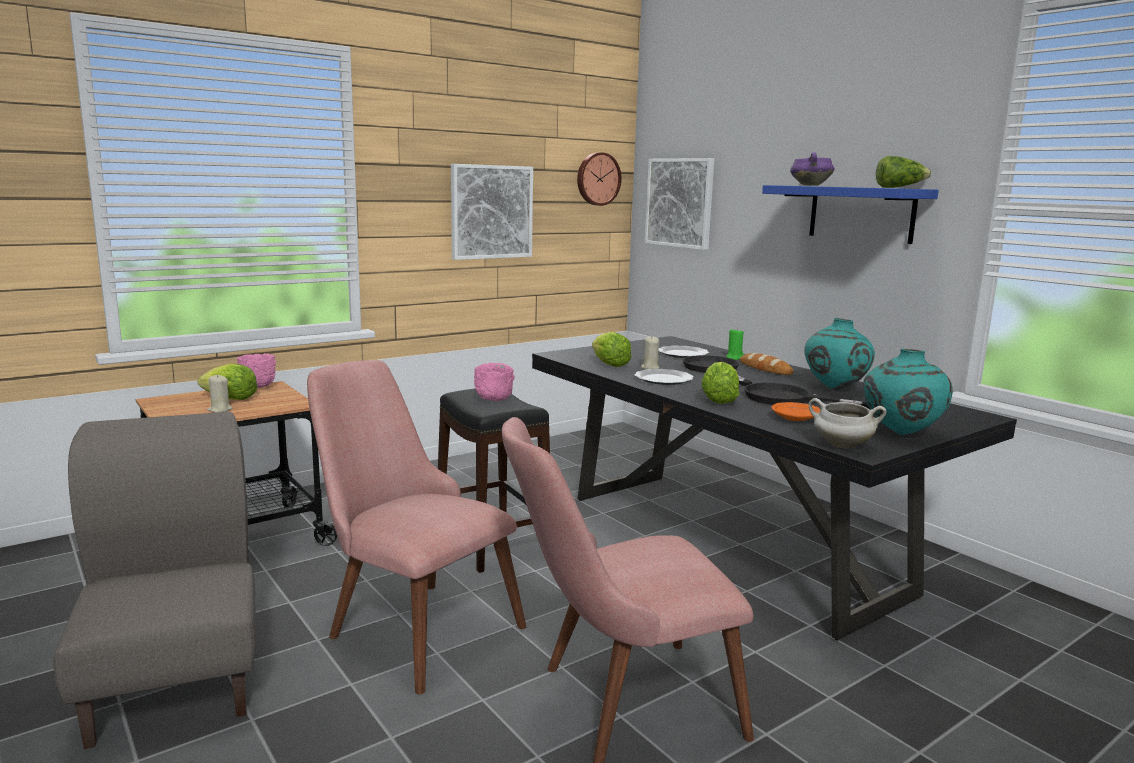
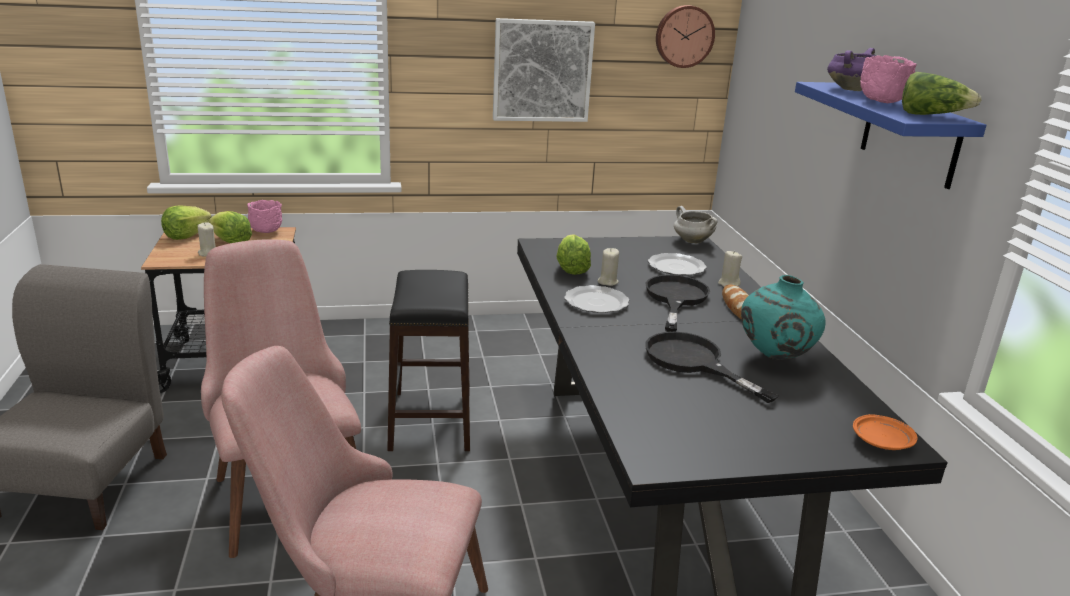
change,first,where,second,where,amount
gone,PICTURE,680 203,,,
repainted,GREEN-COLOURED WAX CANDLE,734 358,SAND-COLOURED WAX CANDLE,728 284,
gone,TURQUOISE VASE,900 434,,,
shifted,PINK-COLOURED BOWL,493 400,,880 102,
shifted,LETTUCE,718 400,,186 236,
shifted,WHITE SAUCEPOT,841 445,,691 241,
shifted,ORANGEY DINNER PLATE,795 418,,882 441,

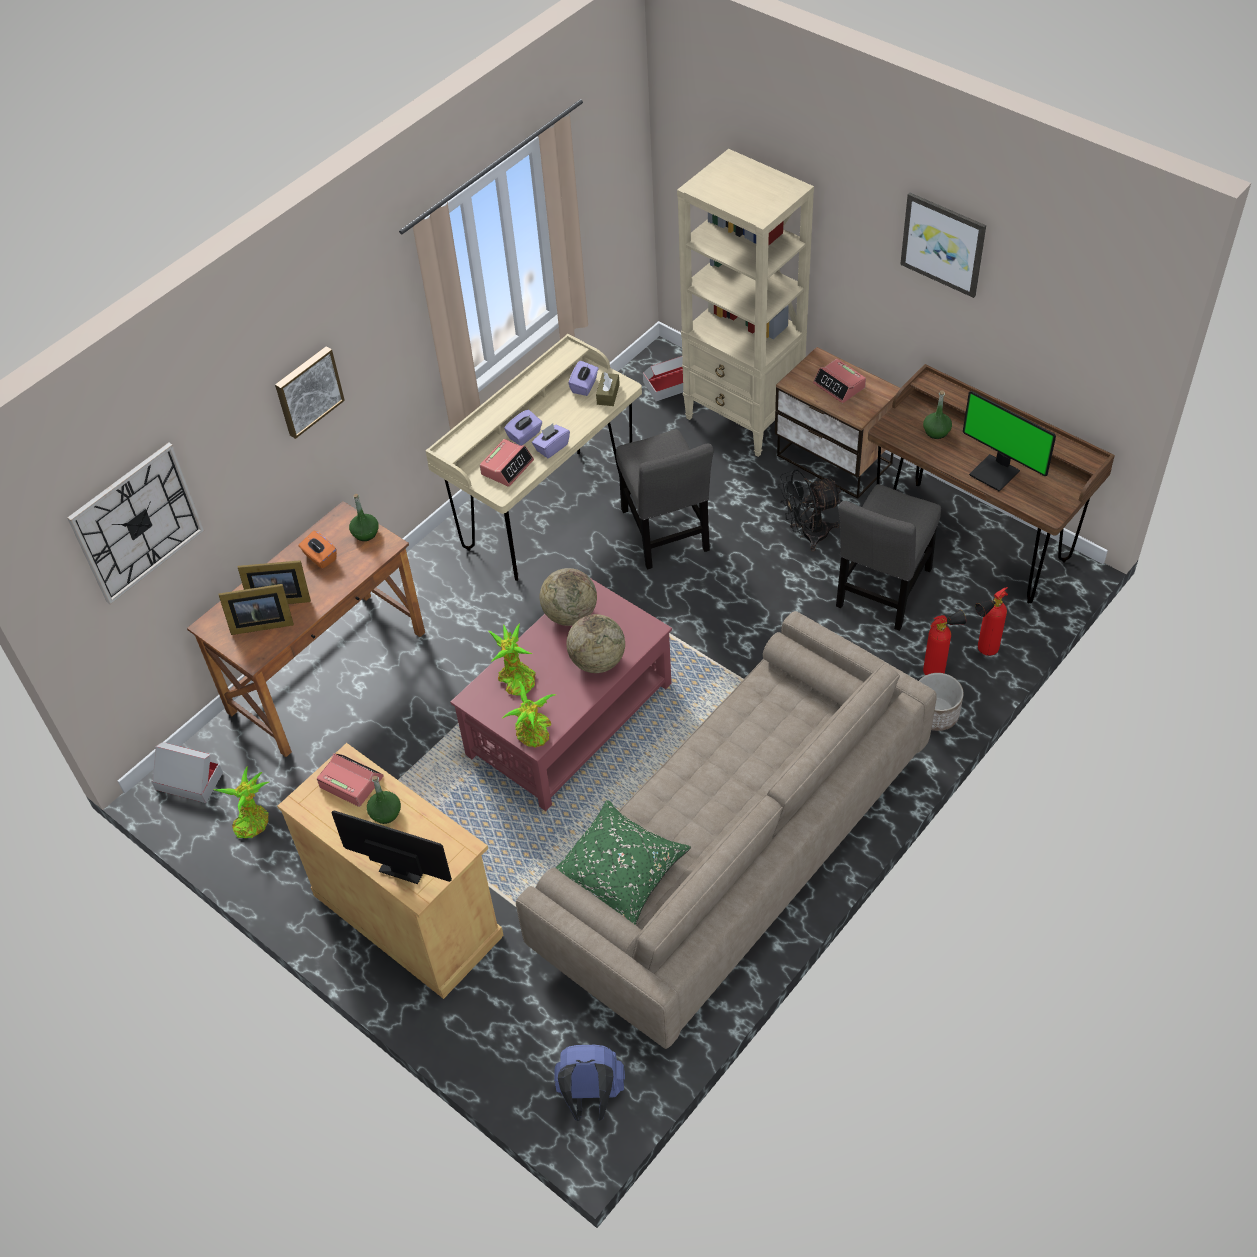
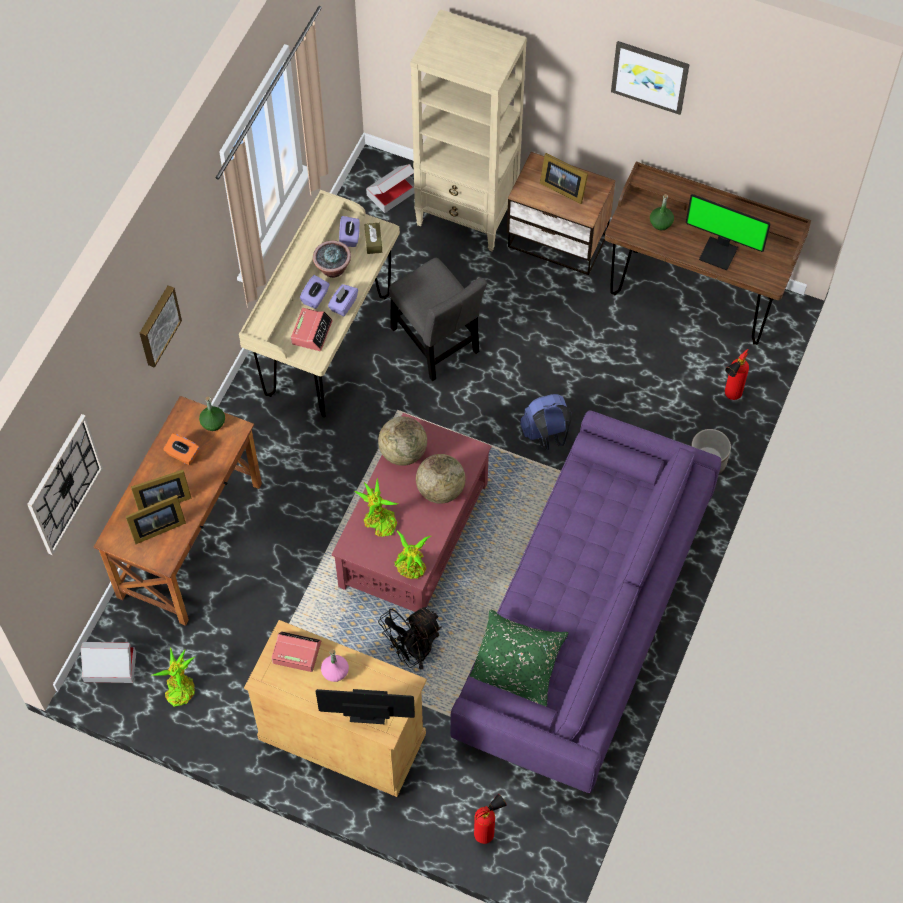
change,first,where,second,where,amount
swapped,TABLE CLOCK,839 386,PICTURE FRAME,562 188,
shifted,BLACK-COLOURED ELECTRIC FAN,807 535,,412 651,
gone,GRAY CHAIR,882 592,,,
shifted,EXTINGUISHER,938 671,,487 832,
repainted,SAND-COLOURED COUCH,732 853,PURPLE-COLOURED COUCH,583 619,
repainted,GREEN-COLOURED BEVERAGE BOTTLE,385 813,PINK-COLOURED BEVERAGE BOTTLE,335 672,
shifted,BLUE-COLOURED RUCKSACK,591 1096,,546 436,
new,,,HOUSEPLANT,332 269,

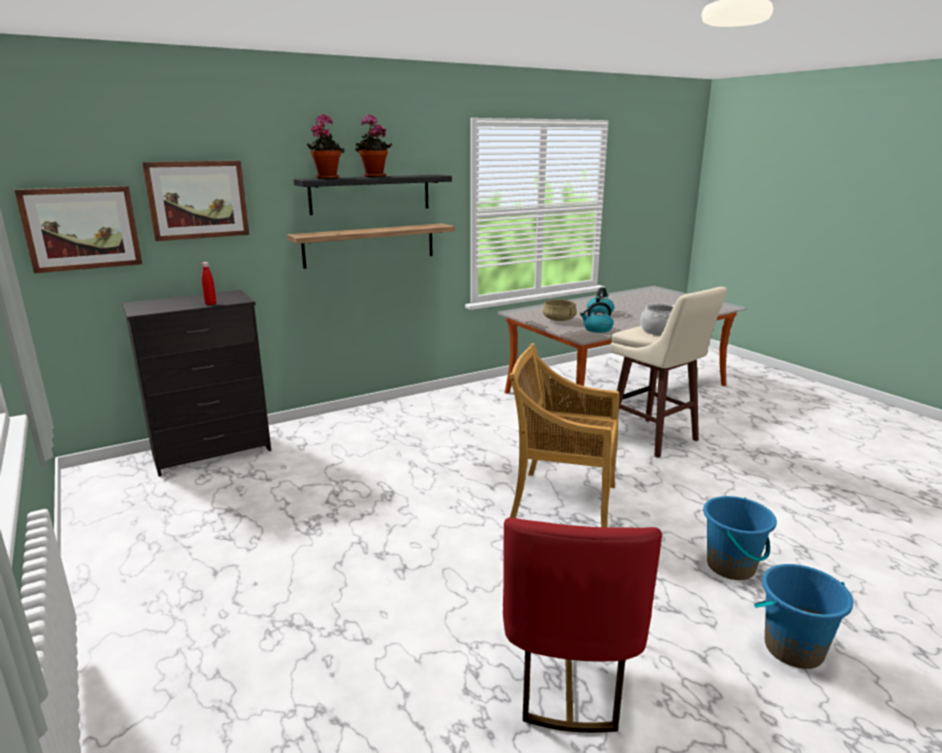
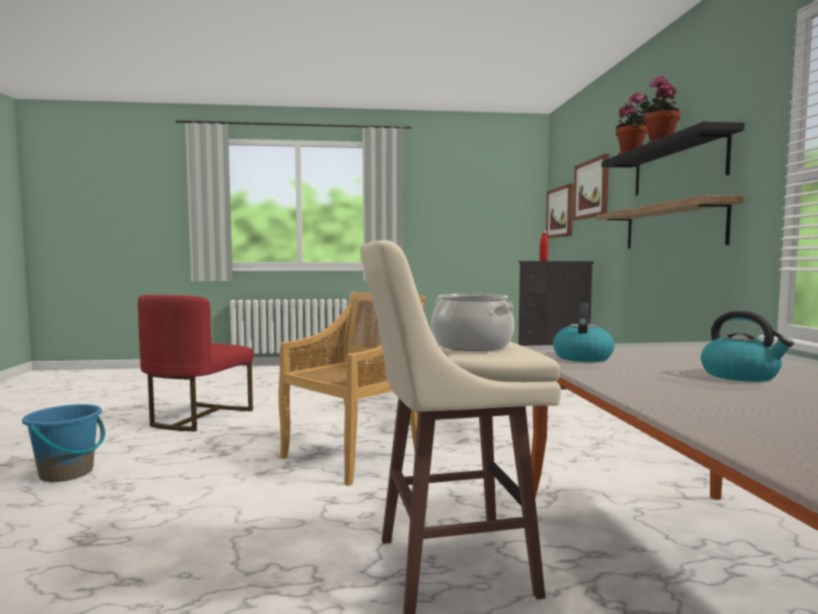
change,first,where,second,where,amount
gone,SAND-COLOURED SAUCEPOT,559 320,,,
gone,BLUE-COLOURED PAIL,731 566,,,
rotated,RED-COLOURED CHAIR,567 673,,198 417,105 degrees counterclockwise

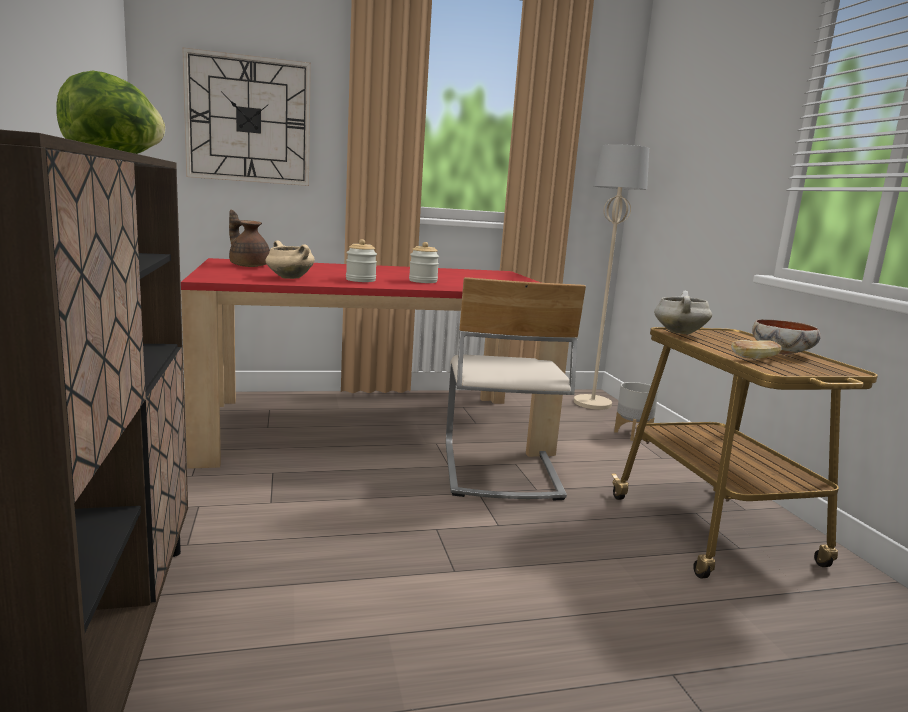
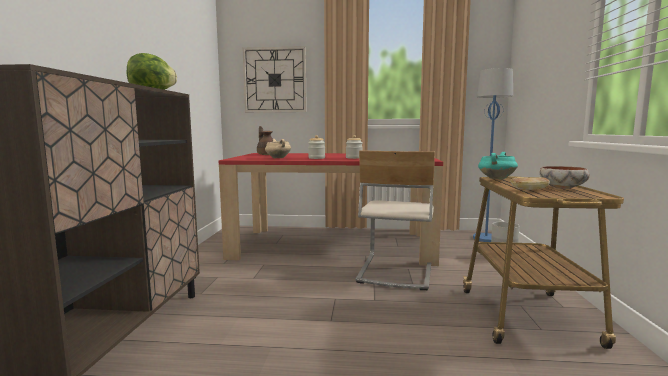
change,first,where,second,where,amount
repainted,SAND-COLOURED STANDARD LAMP,593 403,BLUE-COLOURED STANDARD LAMP,486 238,
repainted,WHITE SAUCEPOT,678 332,TURQUOISE SAUCEPOT,496 179,

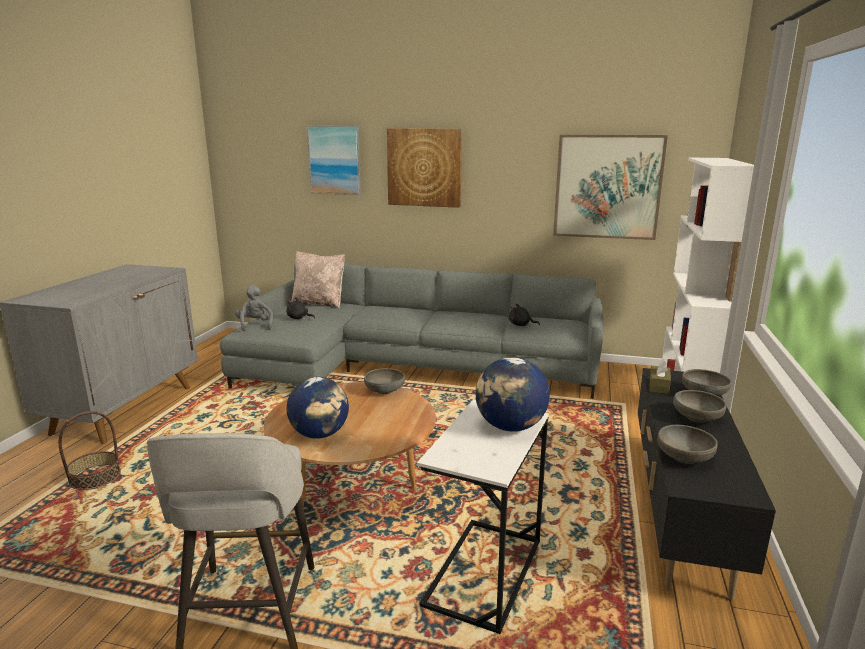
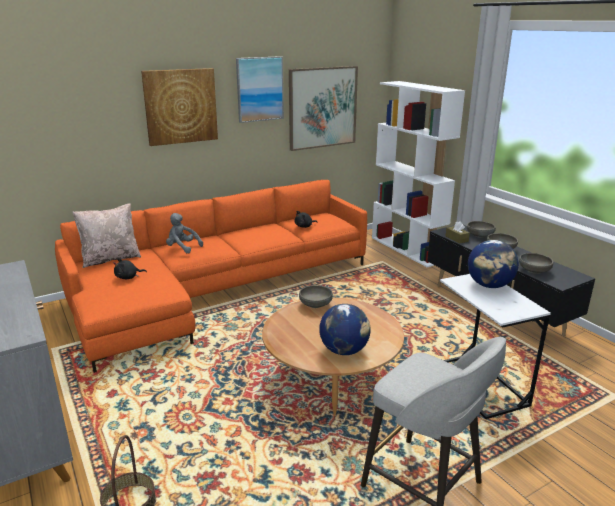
change,first,where,second,where,amount
shifted,PICTURE,335 160,,259 89,
repainted,GRAY COUCH,406 367,ORANGEY COUCH,214 290,
shifted,GRAY SOFT TOY,255 325,,182 248,

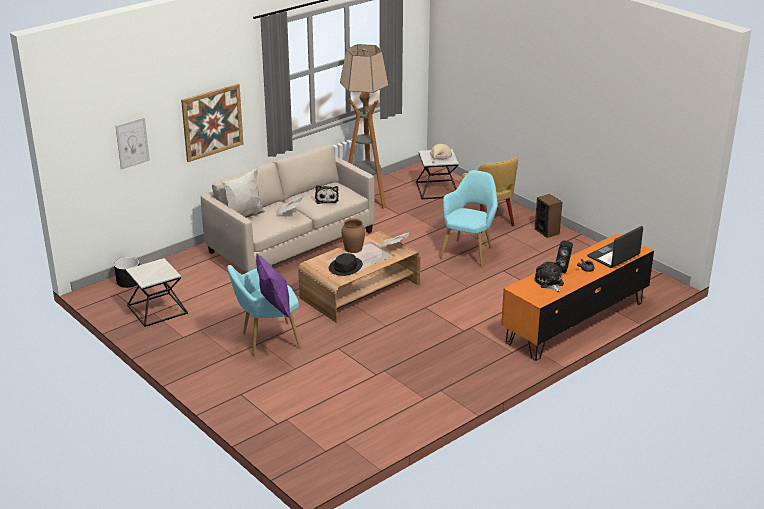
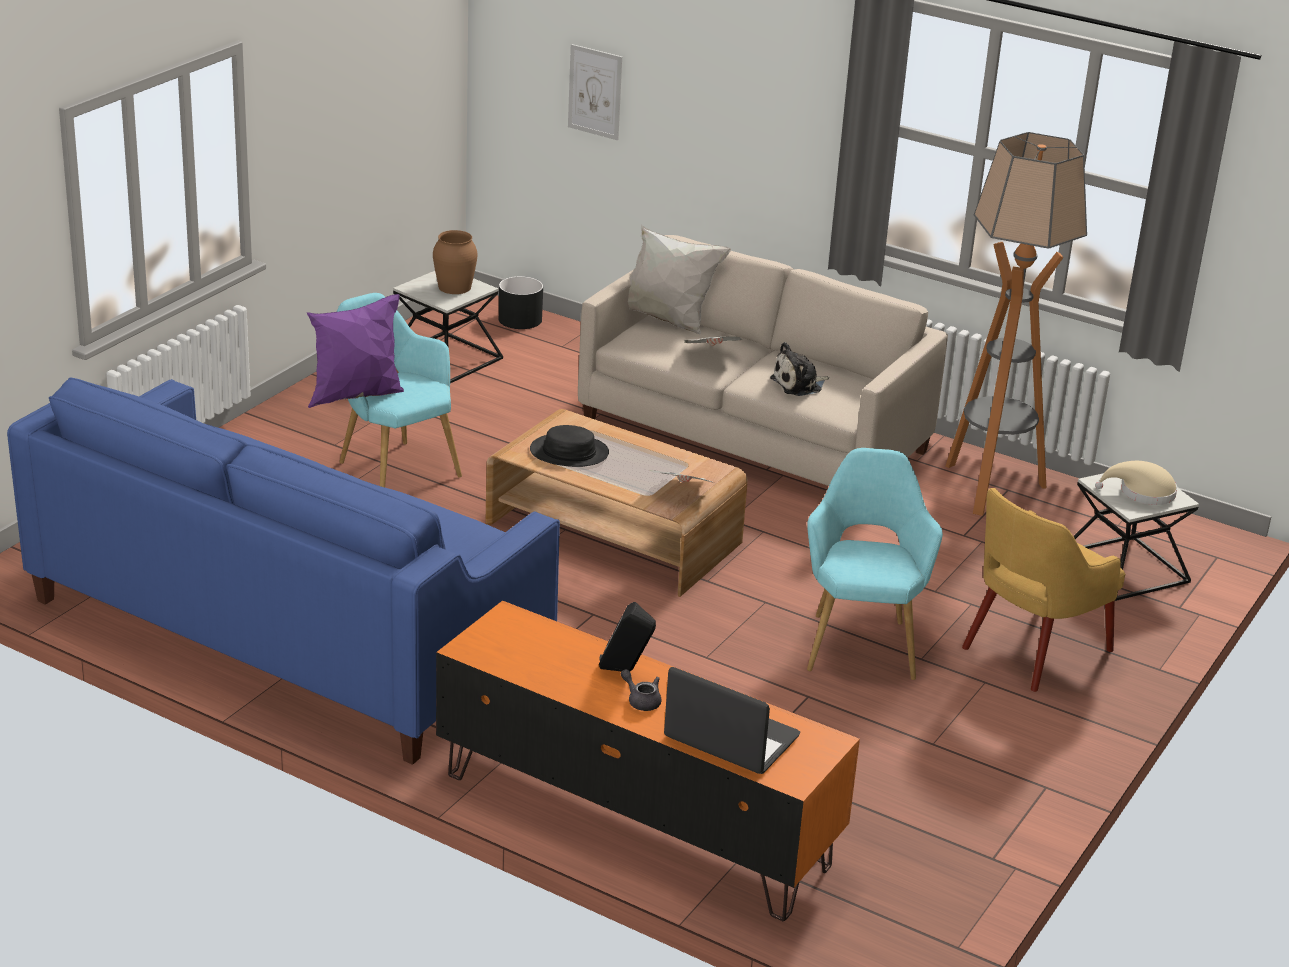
change,first,where,second,where,amount
gone,PICTURE,212 122,,,
rotated,TURQUOISE LOUNGE CHAIR,469 252,,860 642,90 degrees counterclockwise
gone,AUDIO SPEAKER,547 231,,,
shifted,BROWN VASE,353 248,,454 287,
gone,SOFT TOY,549 283,,,
new,,,BLUE-COLOURED COUCH,288 627,

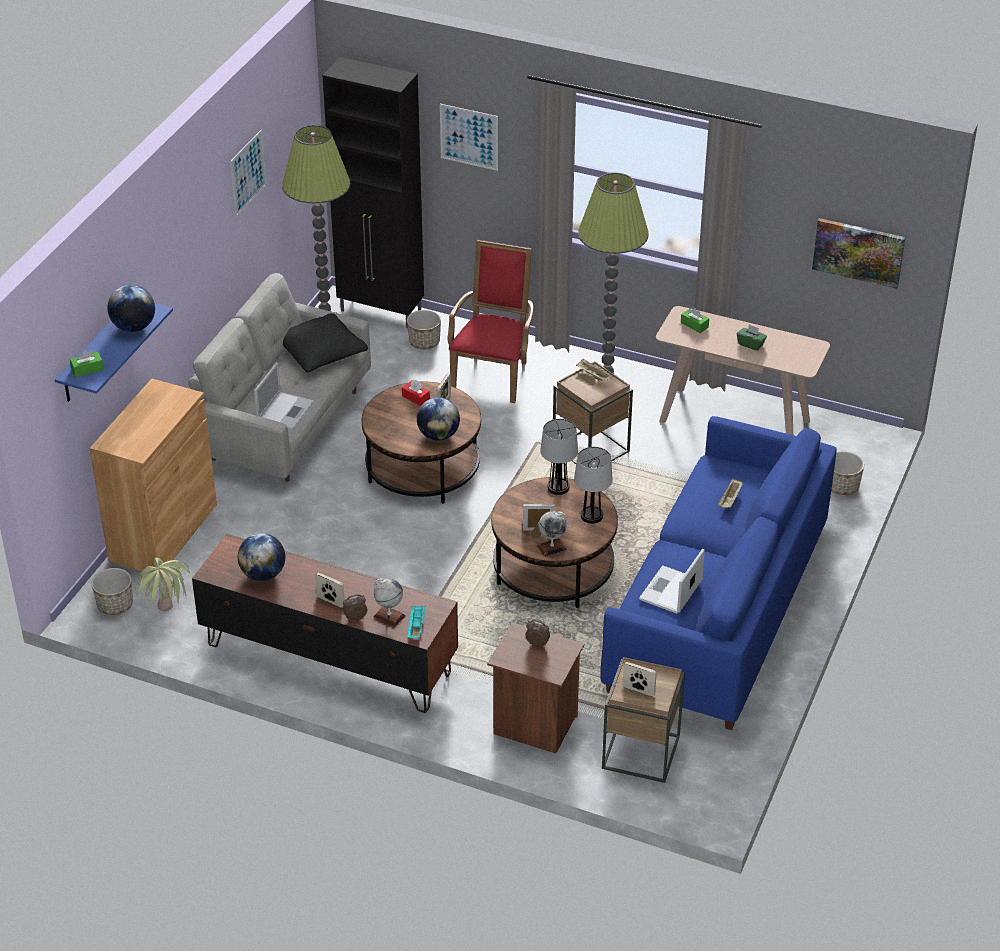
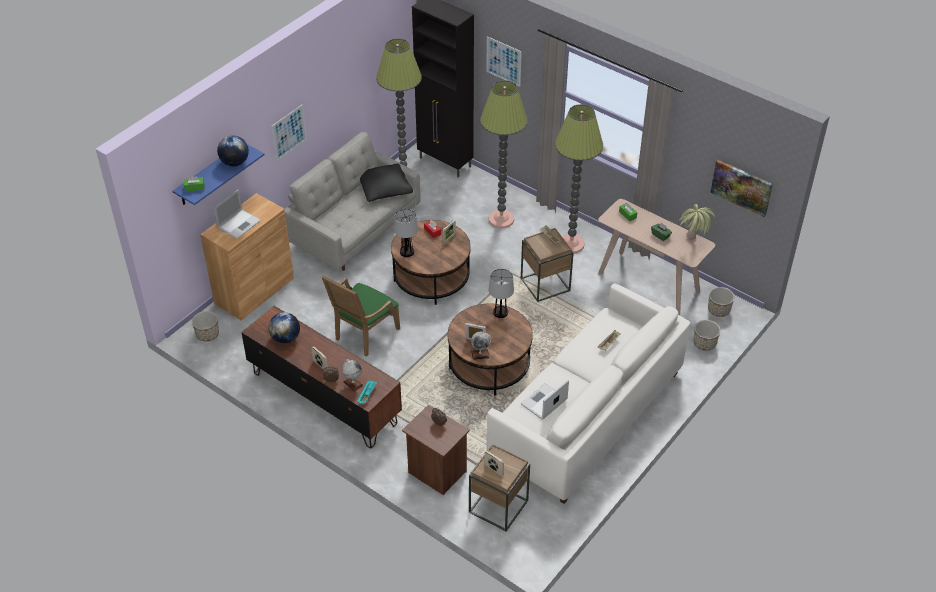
change,first,where,second,where,amount
shifted,PICTURE,248 173,,289 132,
swapped,RED-COLOURED LOUNGE CHAIR,493 374,STANDARD LAMP,501 219,
shifted,PLANTER,424 342,,718 310,
shifted,PORTABLE COMPUTER,285 410,,239 223,
gone,WORLD GLOBE,438 435,,,
repainted,BLUE-COLOURED COUCH,718 609,WHITE COUCH,587 415,
shifted,LAMP FOR A TABLE,592 516,,407 252,
shifted,HOUSEPLANT,167 620,,691 245,
new,,,GREEN-COLOURED LOUNGE CHAIR,363 335,

